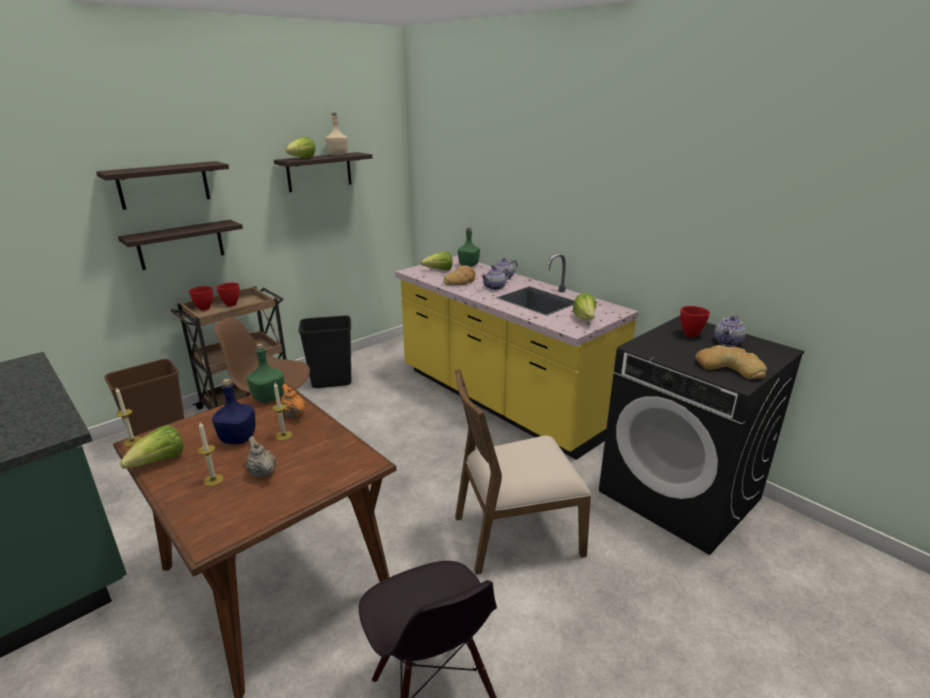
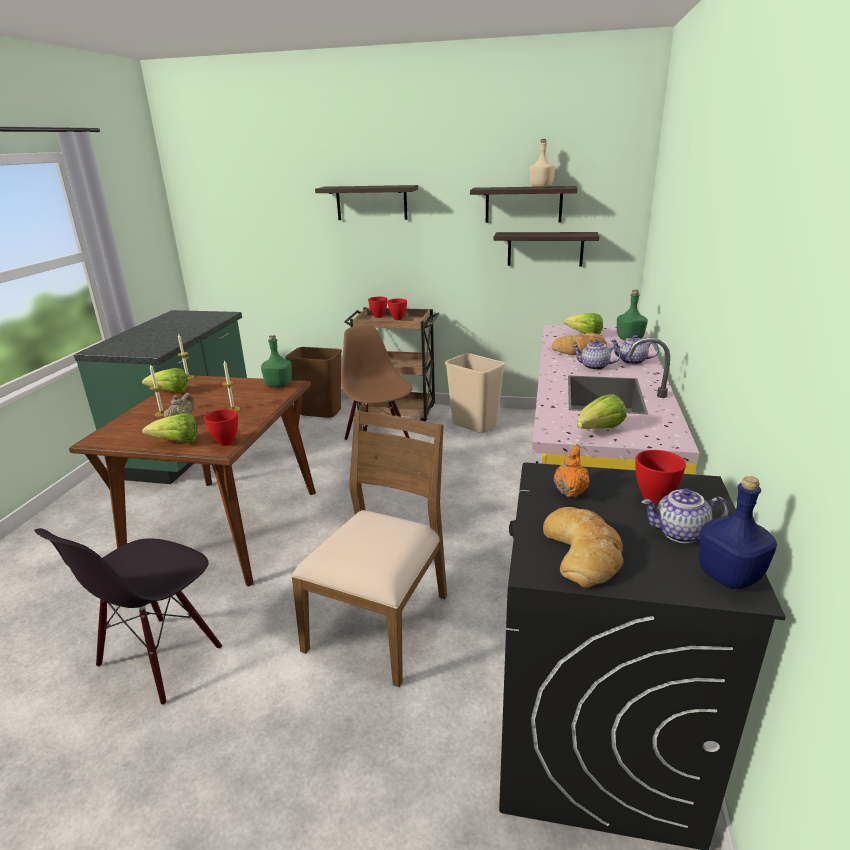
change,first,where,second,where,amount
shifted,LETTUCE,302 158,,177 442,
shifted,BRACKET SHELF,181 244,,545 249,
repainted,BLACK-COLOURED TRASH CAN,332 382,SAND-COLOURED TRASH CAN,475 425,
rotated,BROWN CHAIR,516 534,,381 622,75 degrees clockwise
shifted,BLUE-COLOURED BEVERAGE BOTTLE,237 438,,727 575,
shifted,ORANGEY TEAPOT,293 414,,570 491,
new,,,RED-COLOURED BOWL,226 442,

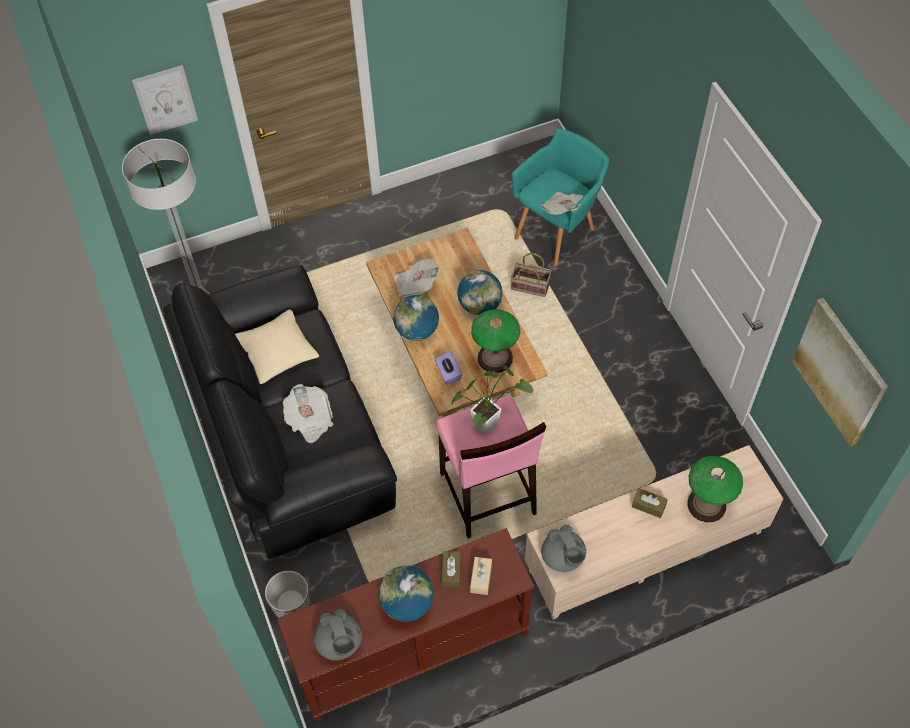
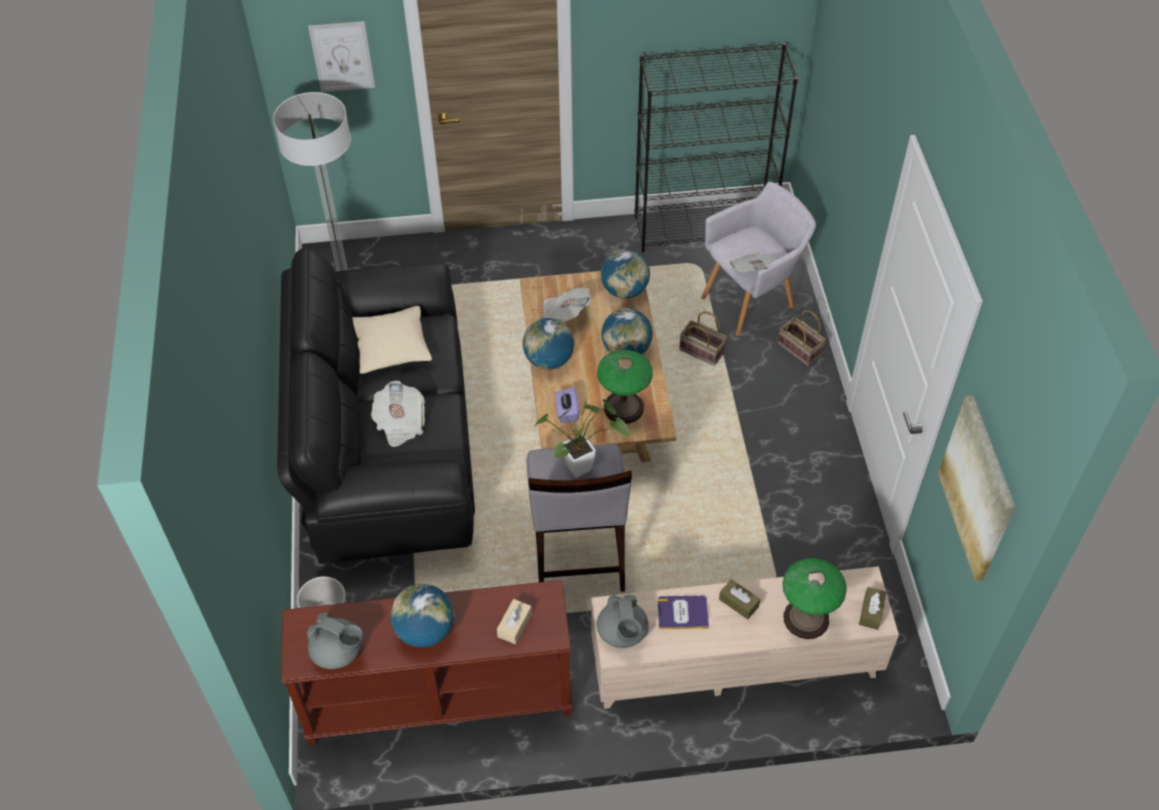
change,first,where,second,where,amount
repainted,TURQUOISE LOUNGE CHAIR,557 231,GRAY LOUNGE CHAIR,751 301,
repainted,PINK-COLOURED SITTING STOOL,487 495,GRAY SITTING STOOL,577 558,
shifted,BROWN BOX OF TISSUES,451 572,,871 612,
rotated,GRAY TEAPOT,339 643,,338 652,60 degrees counterclockwise
new,,,BLACK-COLOURED BOOKCASE,704 227,
new,,,WORLD GLOBE,624 290,
new,,,HOUSEHOLD BASKET,801 350,
new,,,BOUND BOOK,682 613,

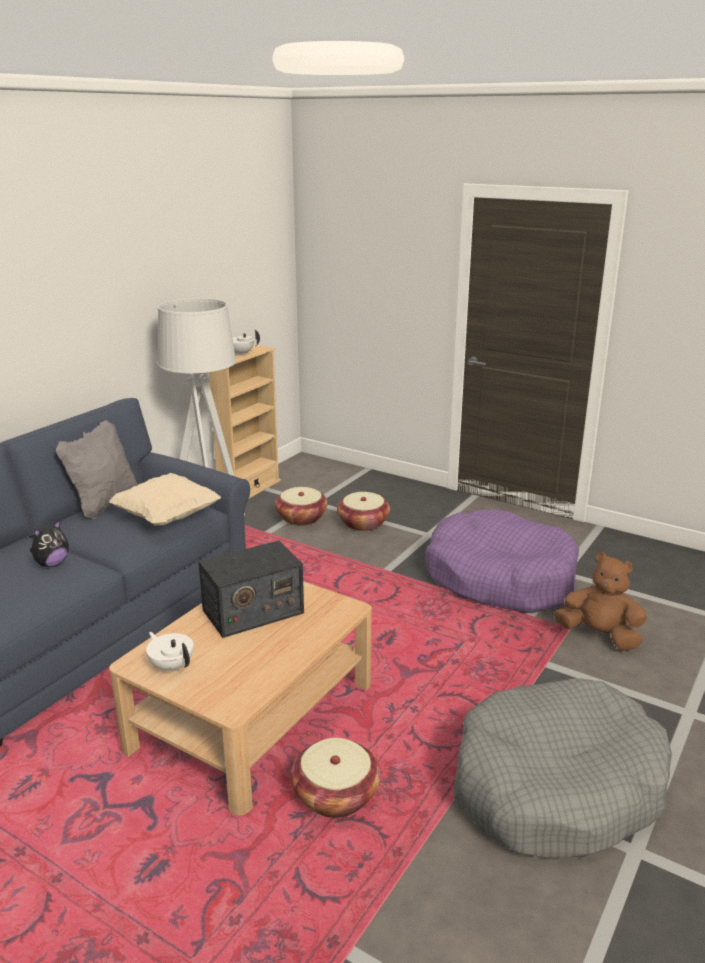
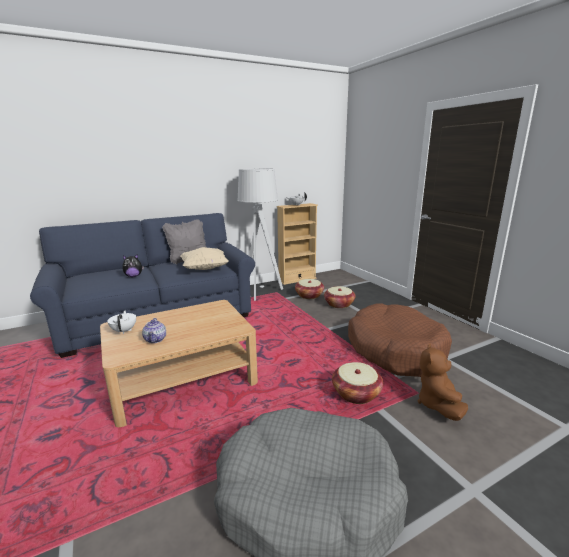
change,first,where,second,where,amount
repainted,PURPLE-COLOURED DOG CUSHION,500 578,BROWN DOG CUSHION,395 350,
gone,RADIO SET,252 611,,,
rotated,BROWN SOFT TOY,599 636,,438 405,135 degrees counterclockwise
shifted,HOUSEHOLD BASKET,336 795,,356 393,
new,,,TEAPOT,155 339,

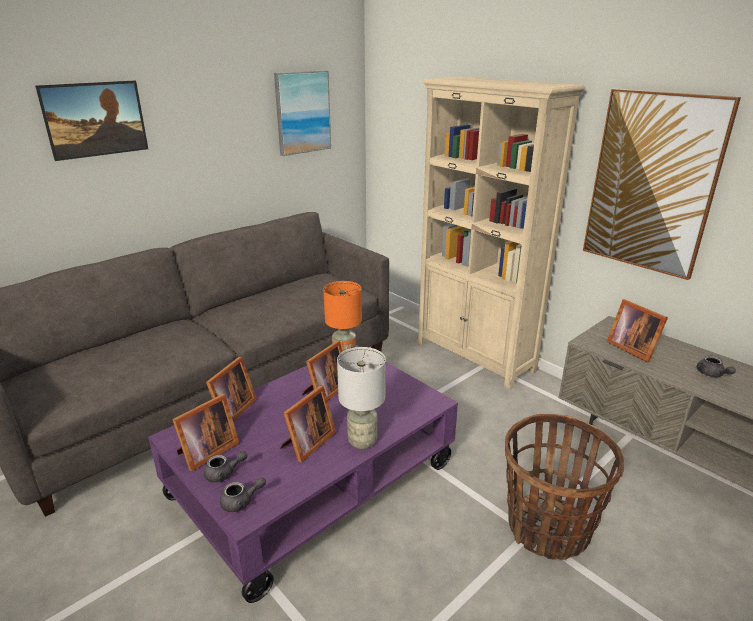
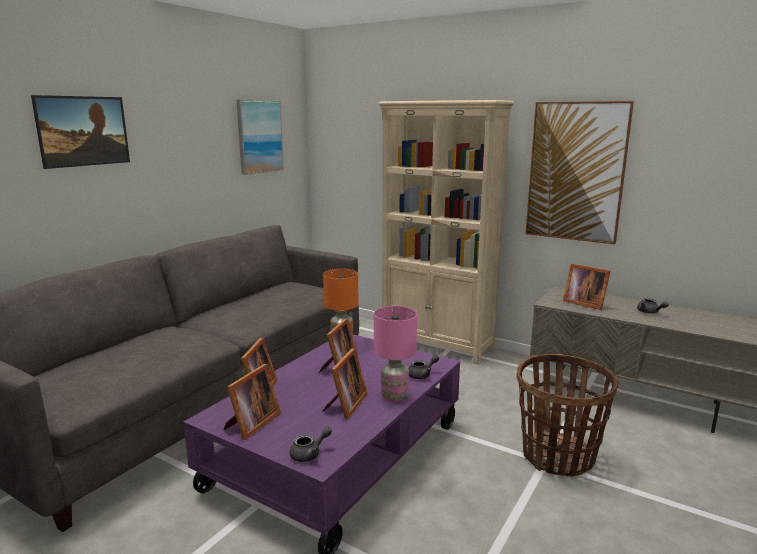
change,first,where,second,where,amount
repainted,GRAY LAMP FOR A TABLE,363 441,PINK-COLOURED LAMP FOR A TABLE,395 396,
shifted,GRAY TEAPOT,224 474,,422 375,

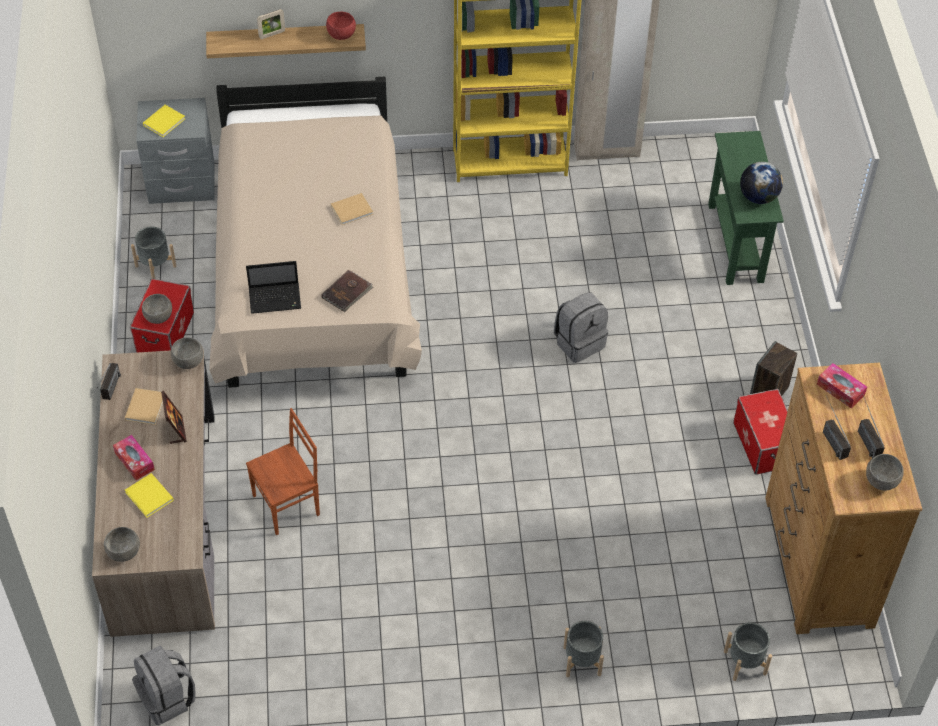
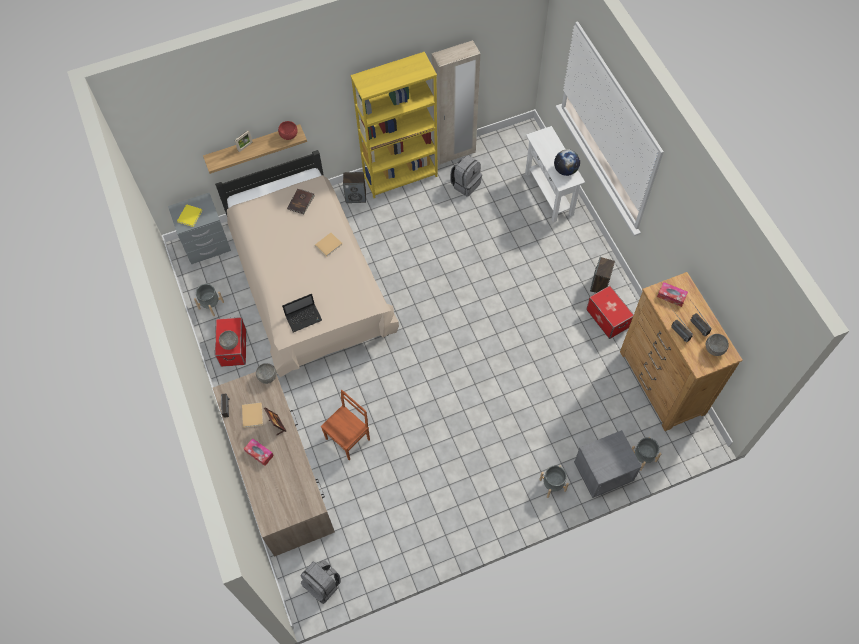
change,first,where,second,where,amount
repainted,GREEN-COLOURED HALL TABLE,735 242,WHITE HALL TABLE,549 193,
shifted,BROWN BOUND BOOK,347 292,,301 202,
shifted,GRAY RUCKSACK,579 342,,465 184,
gone,YELLOWISH BOUND BOOK,150 497,,,
gone,GRAY BOWL,124 552,,,
new,,,AUDIO SPEAKER,356 196,
new,,,GRAY NIGHTSTAND,603 472,

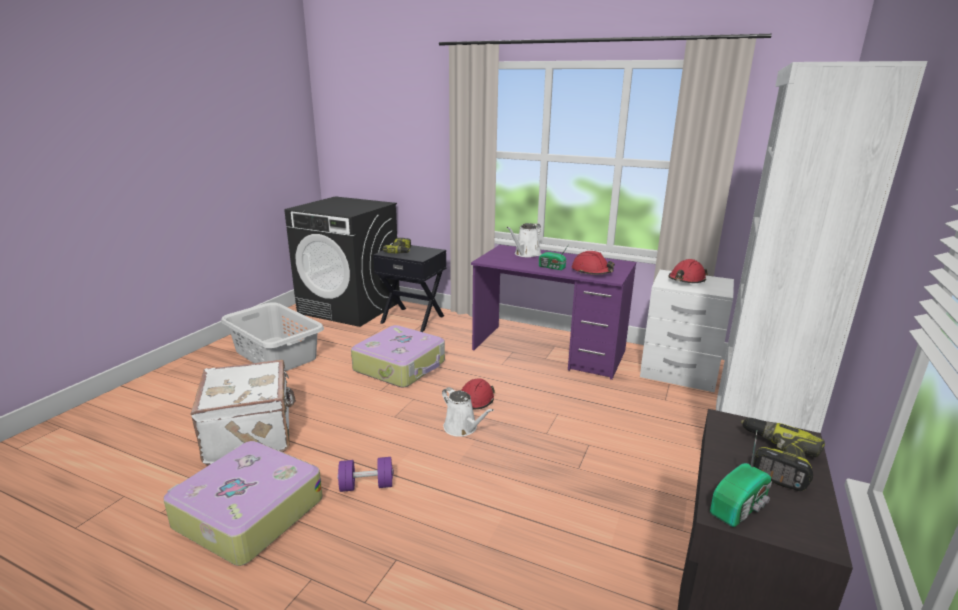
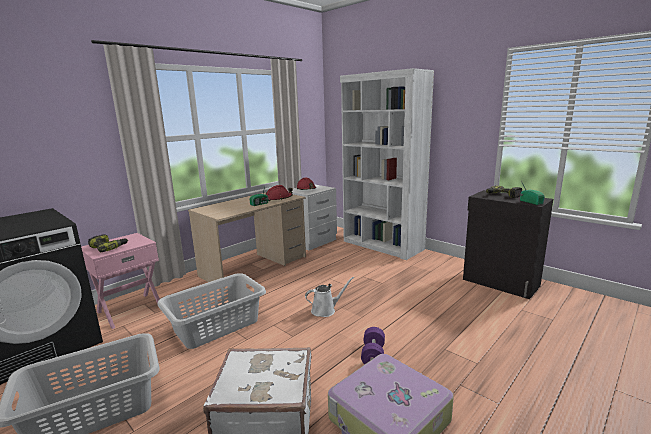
change,first,where,second,where,amount
gone,WHITE WATERING POT,526 254,,,
repainted,BLACK-COLOURED NIGHTSTAND,413 319,PINK-COLOURED NIGHTSTAND,130 310,
repainted,PURPLE-COLOURED DESK,548 351,SAND-COLOURED DESK,254 266,
swapped,TRAVEL CASE,401 366,GRAY WASHING BASKET,216 325,
gone,RED-COLOURED SAFETY HELMET,475 401,,,

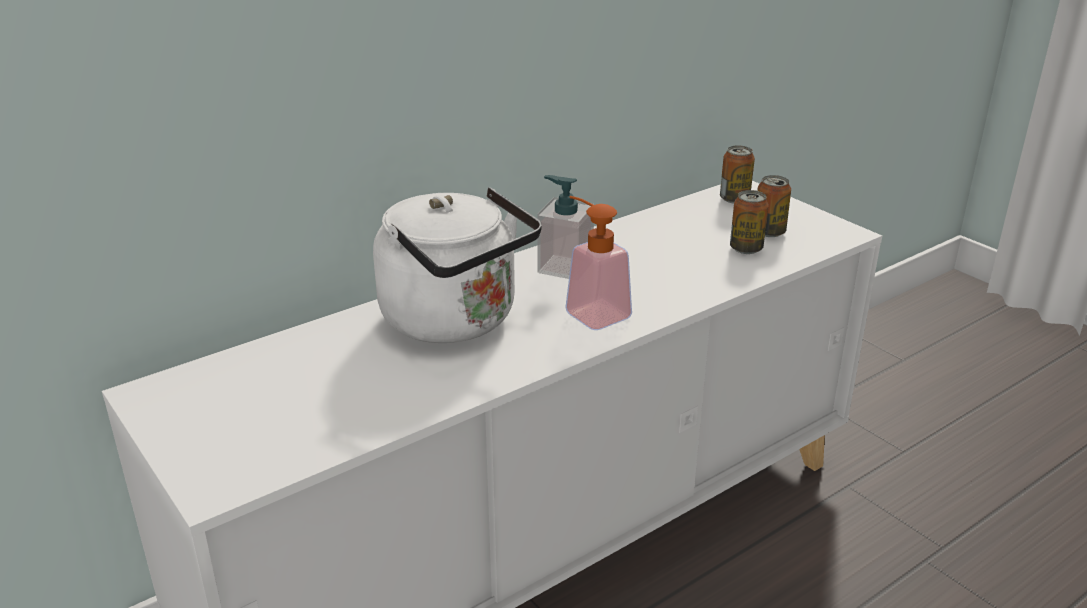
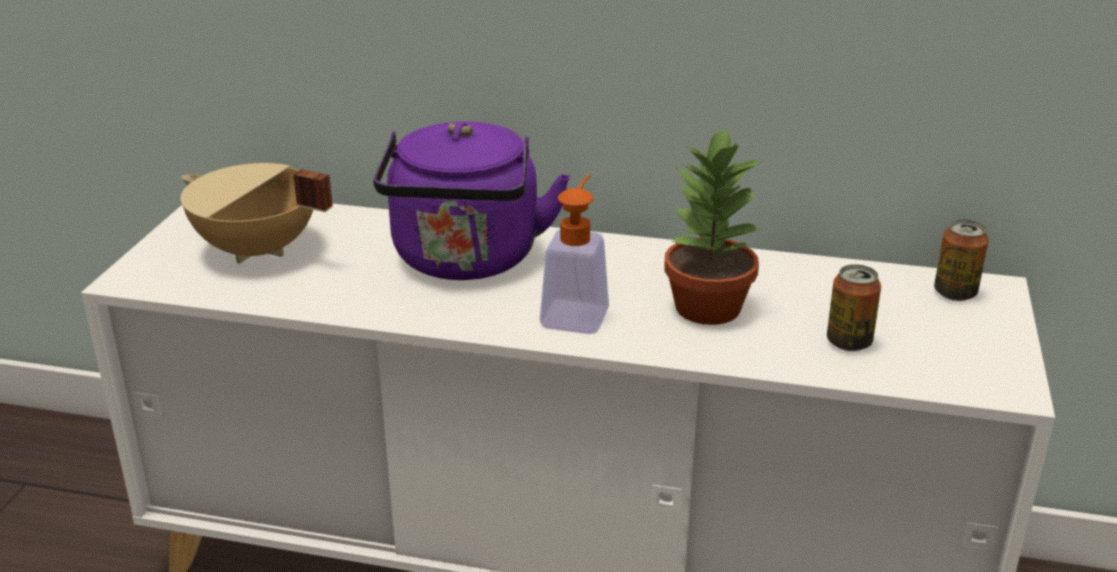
change,first,where,second,where,amount
gone,LIQUID SOAP BOTTLE,565 267,,,
gone,SEALED CAN,769 232,,,
repainted,WHITE KETTLE,456 321,PURPLE-COLOURED KETTLE,466 261,
new,,,HOUSEPLANT,706 308,
new,,,SAND-COLOURED SAUCEPOT,257 251,

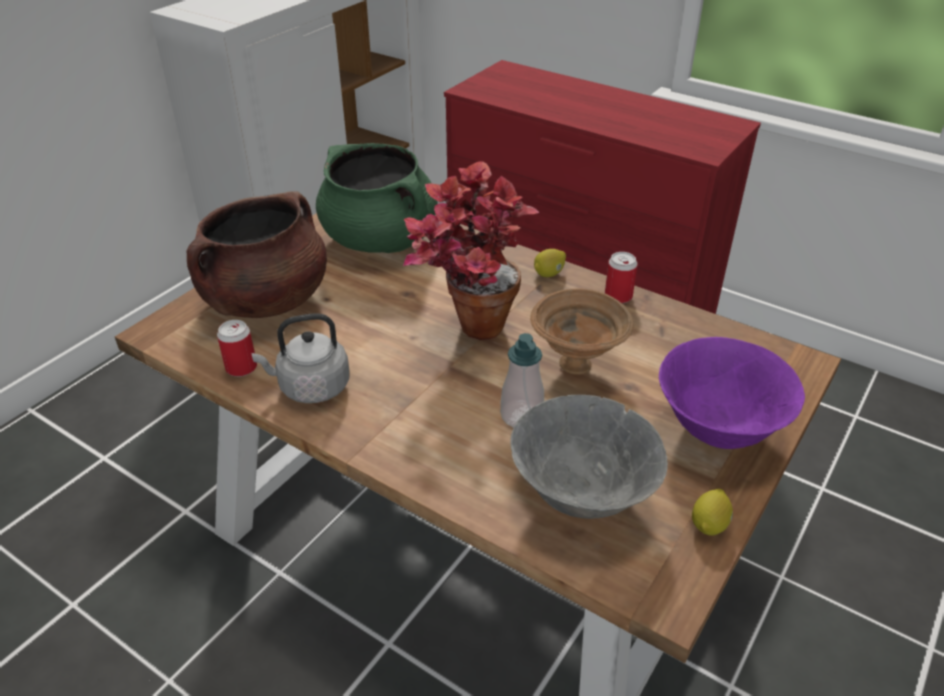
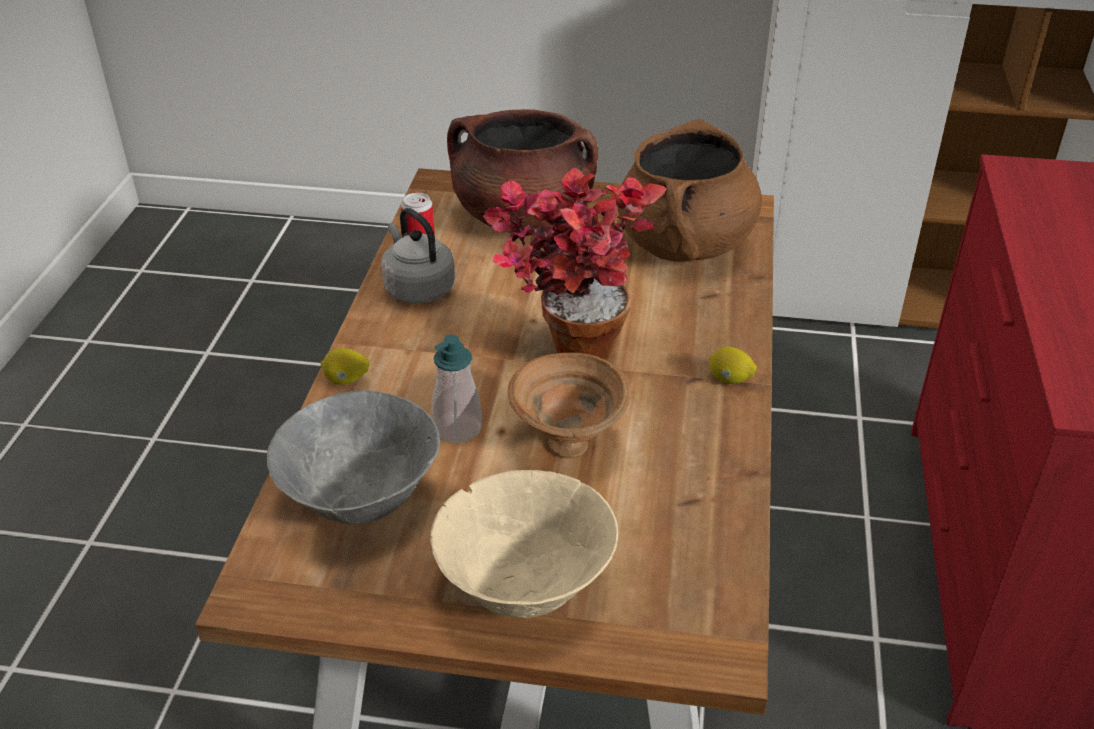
change,first,where,second,where,amount
repainted,GREEN-COLOURED SAUCEPOT,380 240,BROWN SAUCEPOT,685 244,
gone,SEALED CAN,618 296,,,
repainted,PURPLE-COLOURED BOWL,717 431,SAND-COLOURED BOWL,524 590,
shifted,LEMON,709 524,,346 380,

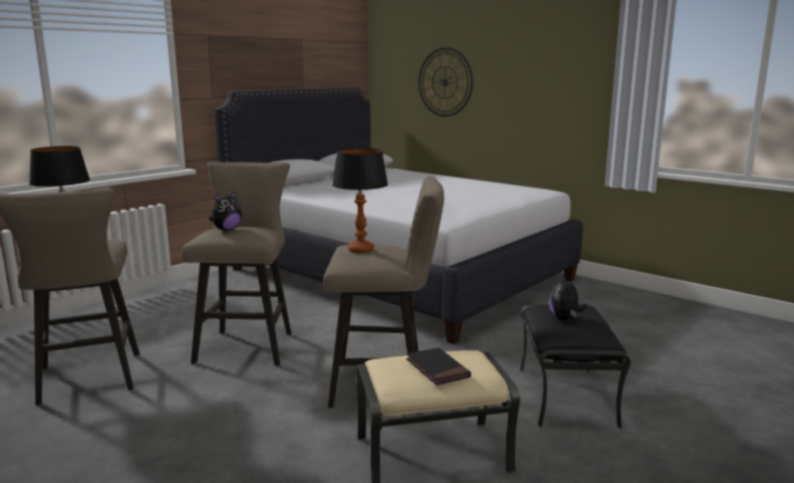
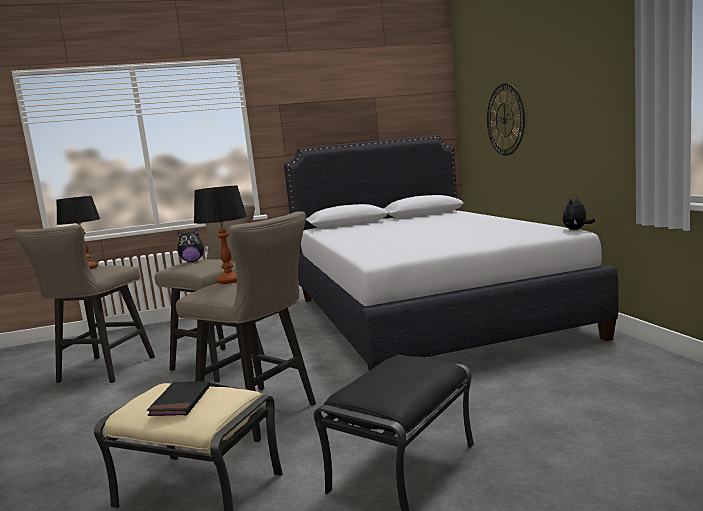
change,first,where,second,where,amount
shifted,SOFT TOY,565 319,,576 230,

